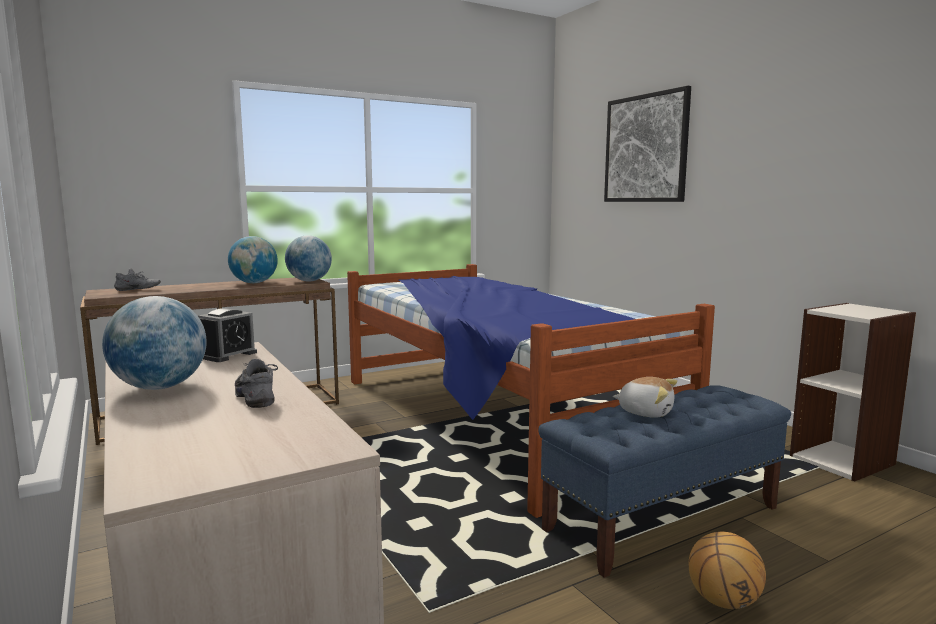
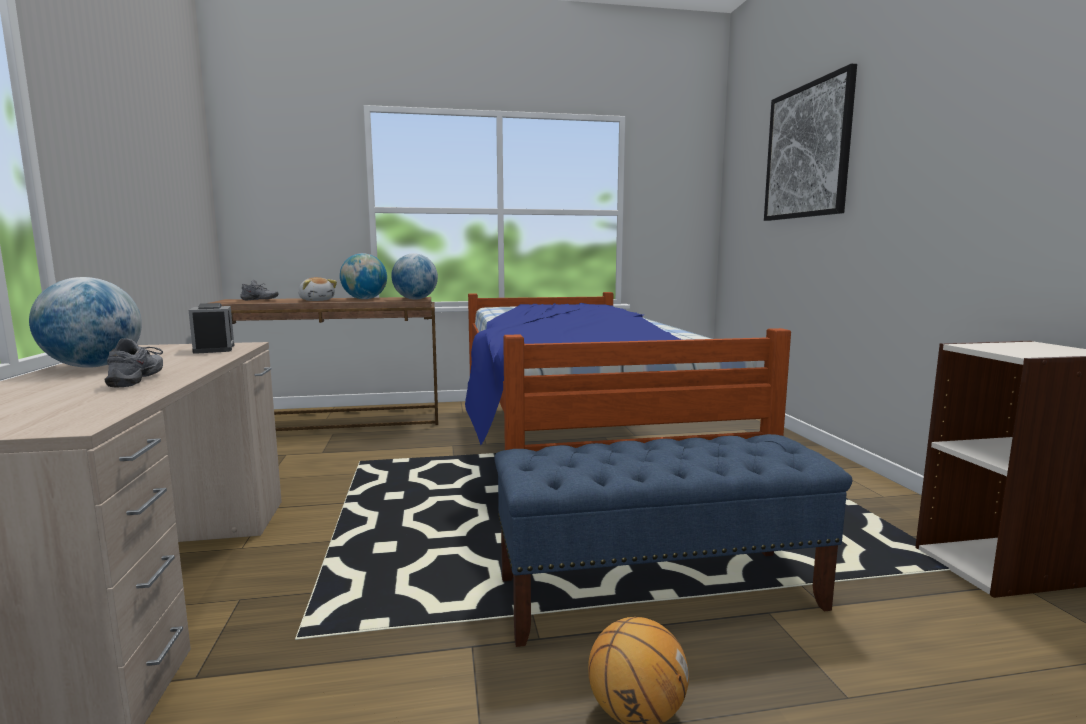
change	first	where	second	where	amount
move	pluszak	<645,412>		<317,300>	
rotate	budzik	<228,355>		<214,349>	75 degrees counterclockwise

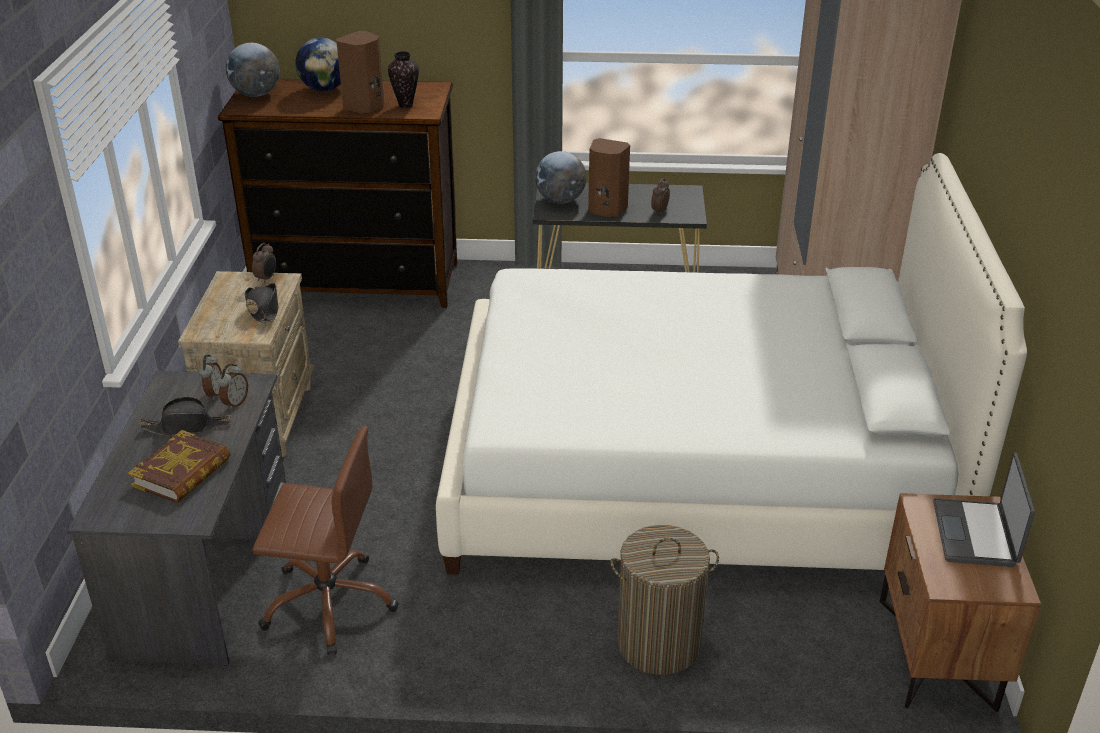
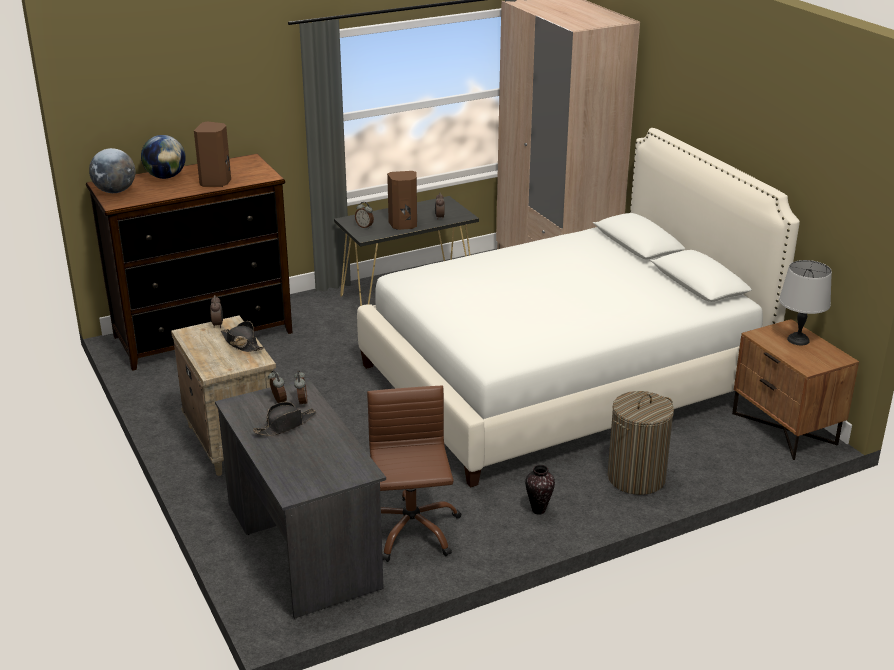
change	first	where	second	where	amount
delete	książka	<182,473>			
move	wazon	<406,105>		<539,510>	
replace	globus	<560,200>	budzik	<365,226>	
replace	laptop	<976,534>	lampa stołowa [szary]	<798,340>	
rotate	krzesło biurowe [brązowy]	<329,603>		<410,530>	75 degrees counterclockwise

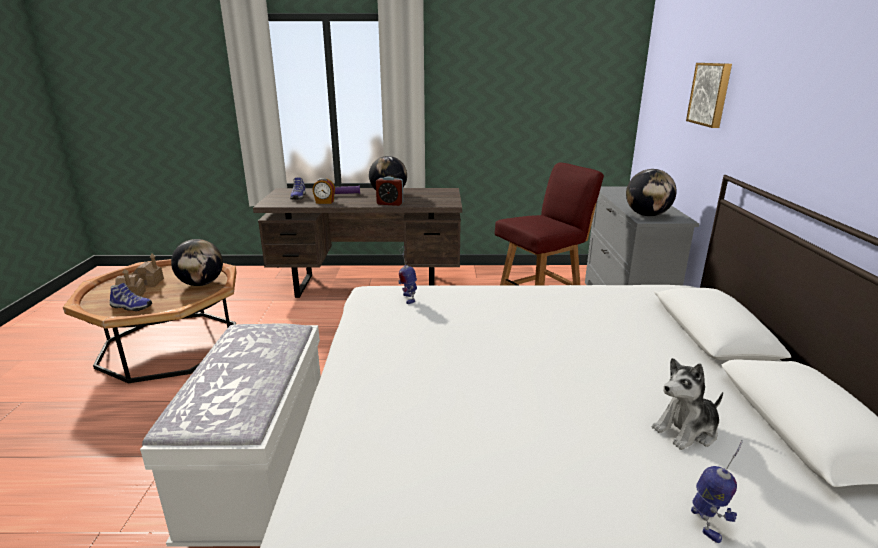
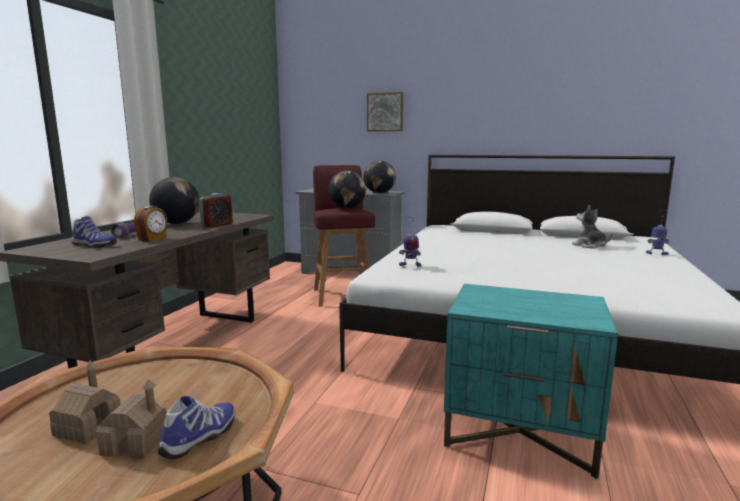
change	first	where	second	where	amount
move	globus	<201,284>		<347,208>	
replace	ławka [biały]	<262,472>	szafka nocna [turkusowy]	<520,434>	
rotate	pluszak	<686,431>		<590,246>	150 degrees clockwise

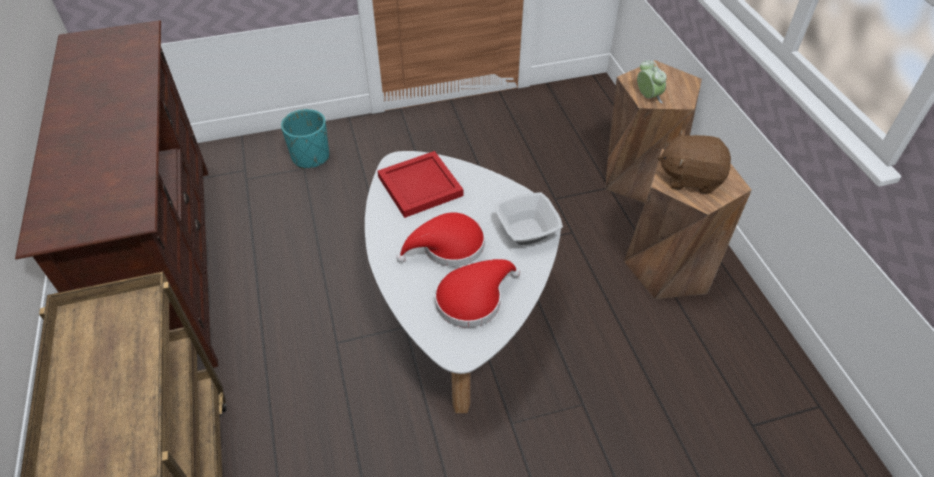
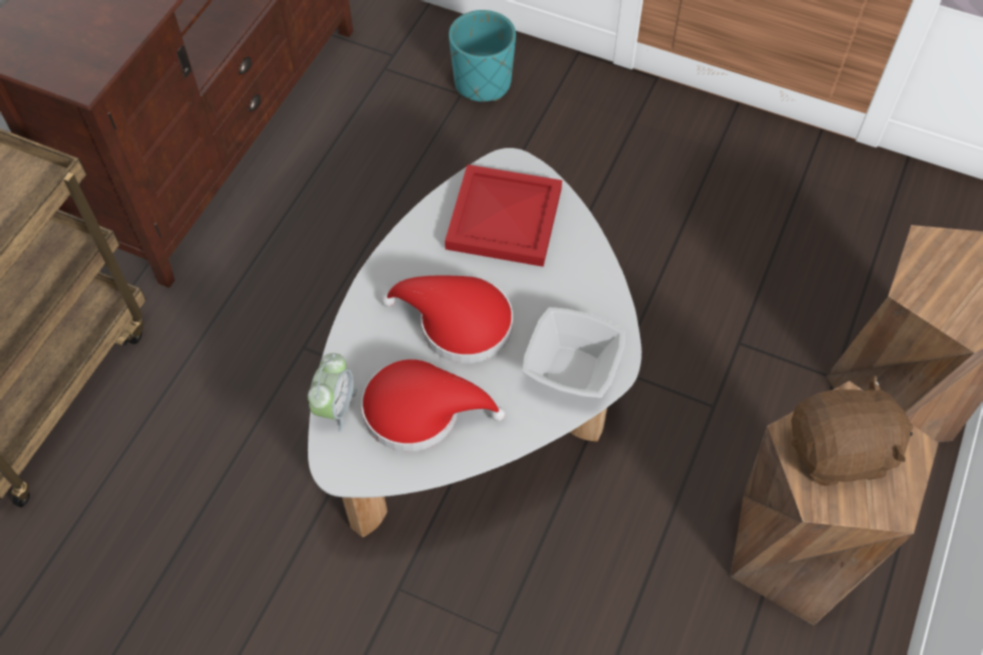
change	first	where	second	where	amount
move	budzik	<647,97>		<335,407>	
rotate	pluszak [brązowy]	<690,178>		<840,452>	120 degrees clockwise

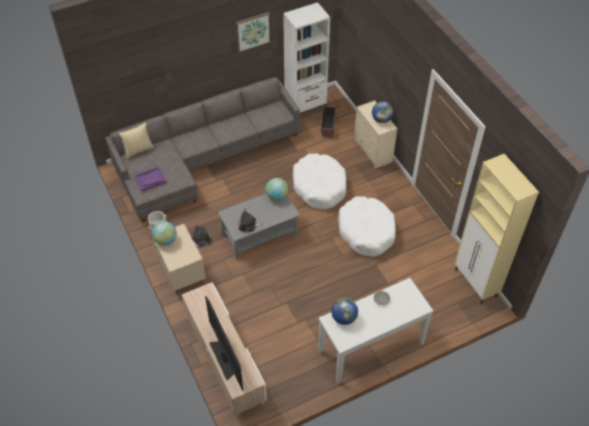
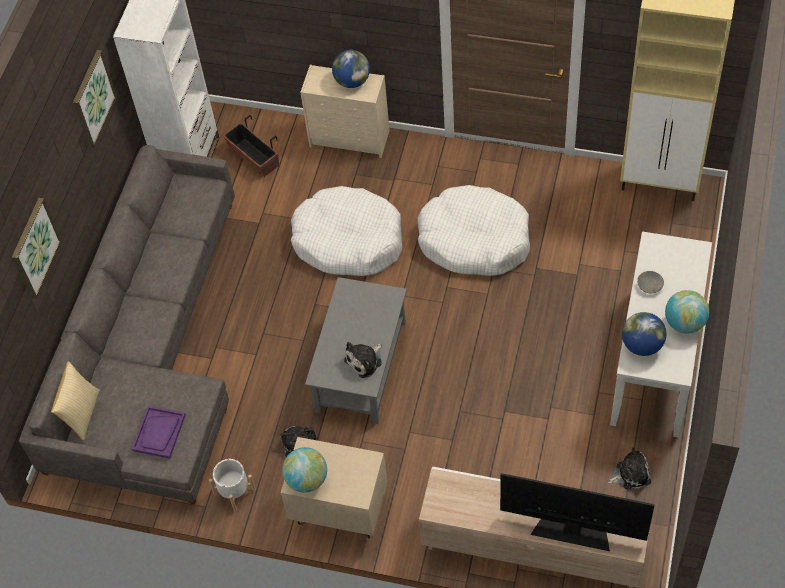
change	first	where	second	where	amount
insert			obraz	<34,248>	
insert			pluszak	<630,474>	
move	globus	<276,196>		<684,323>	

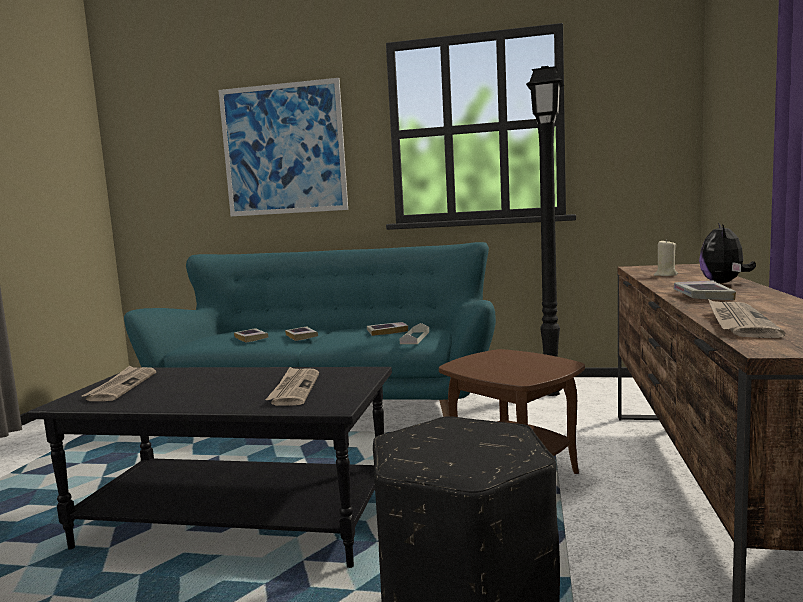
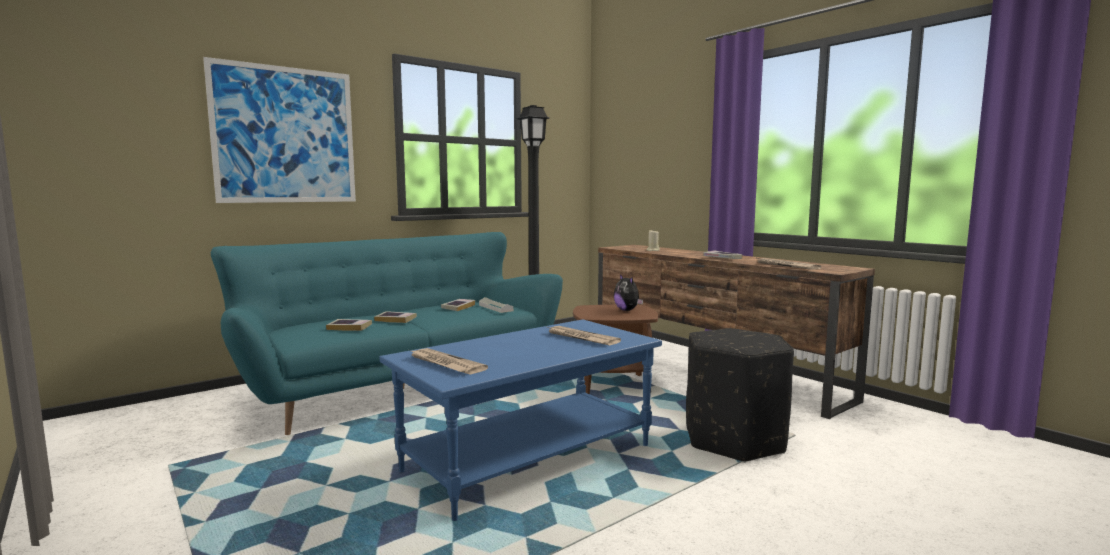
change	first	where	second	where	amount
move	pluszak	<724,283>		<627,310>	
recolor	ława [czarny]	<238,521>	ława [niebieski]	<529,457>	

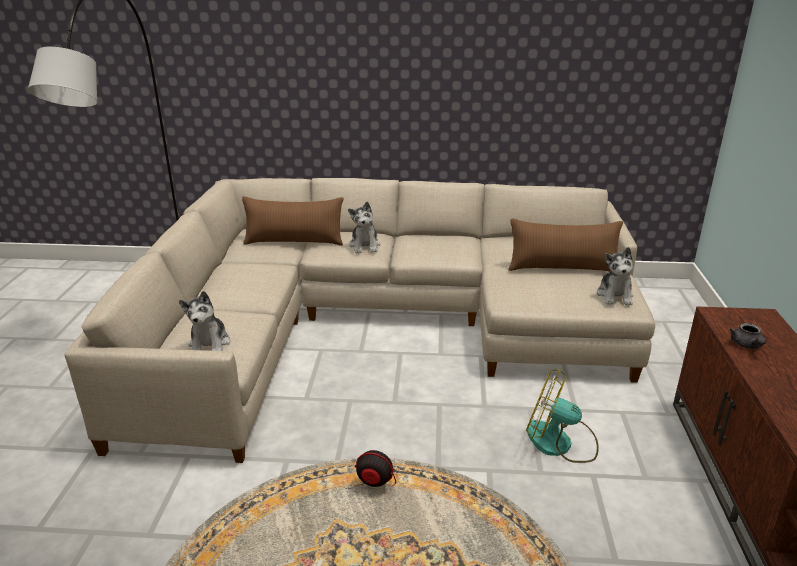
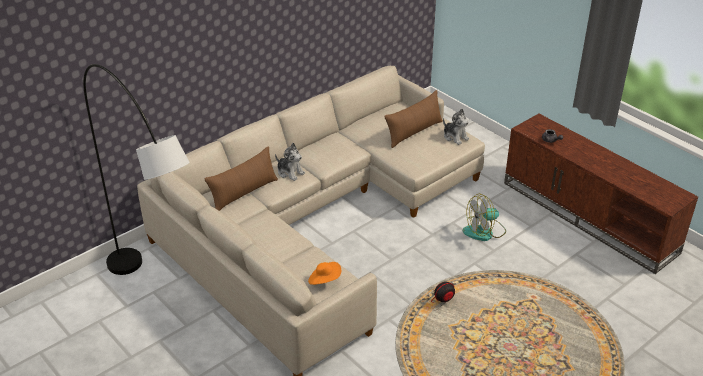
change	first	where	second	where	amount
replace	pluszak	<209,344>	kapelusz [pomarańczowy]	<324,280>	

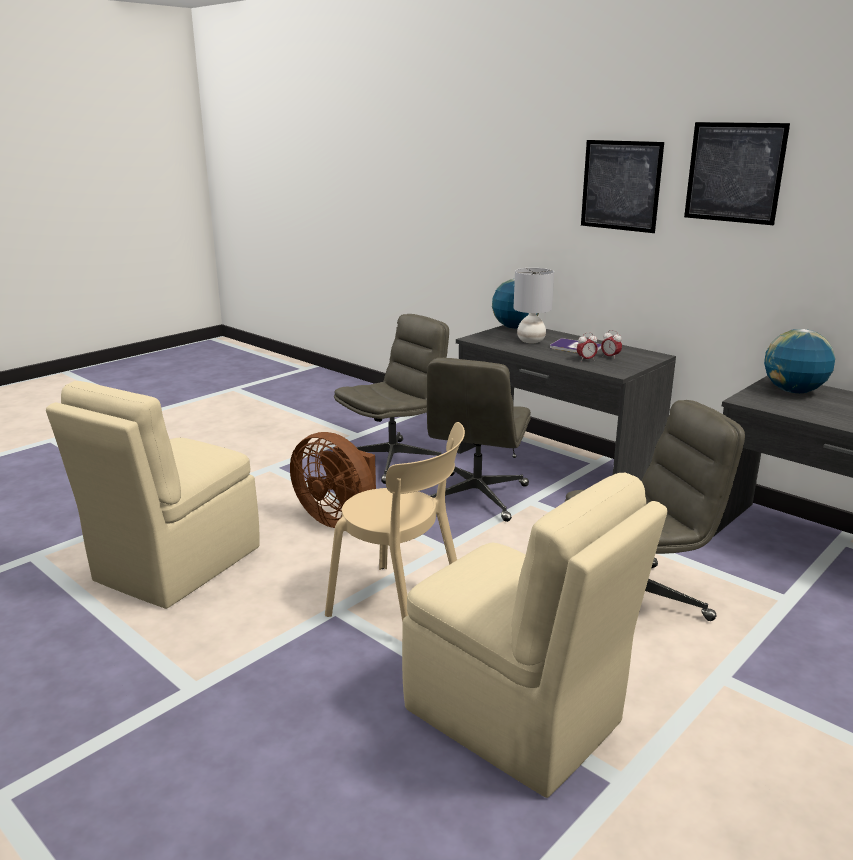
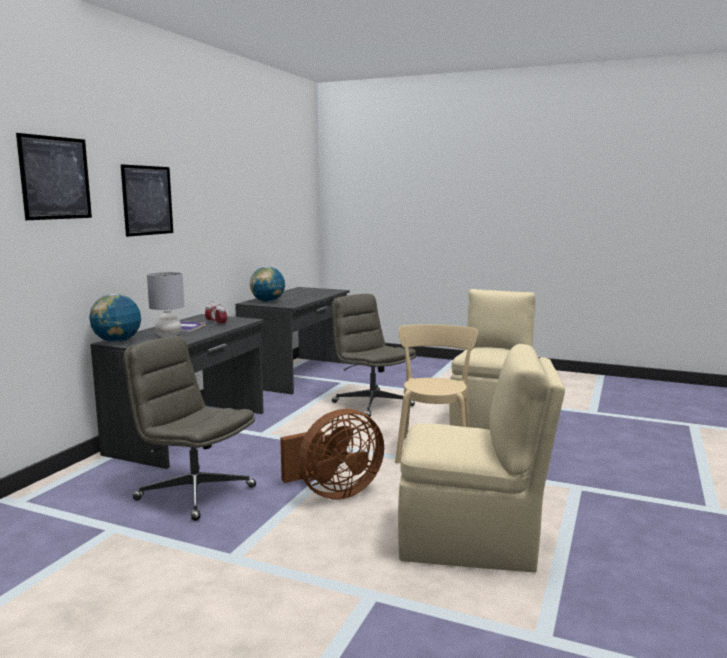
change	first	where	second	where	amount
delete	krzesło biurowe [szary]	<476,497>			
move	obraz	<734,172>		<55,178>	
rotate	wentylator [brązowy]	<339,518>		<334,492>	45 degrees clockwise

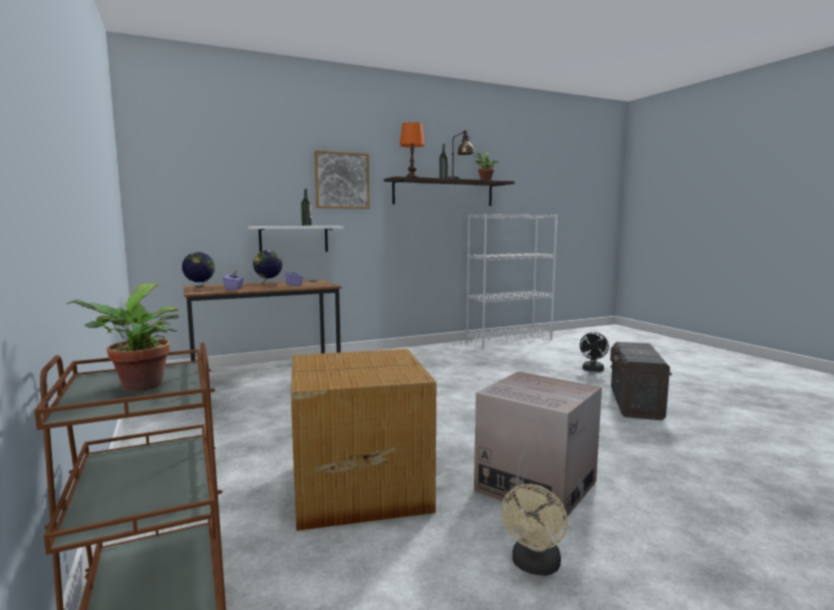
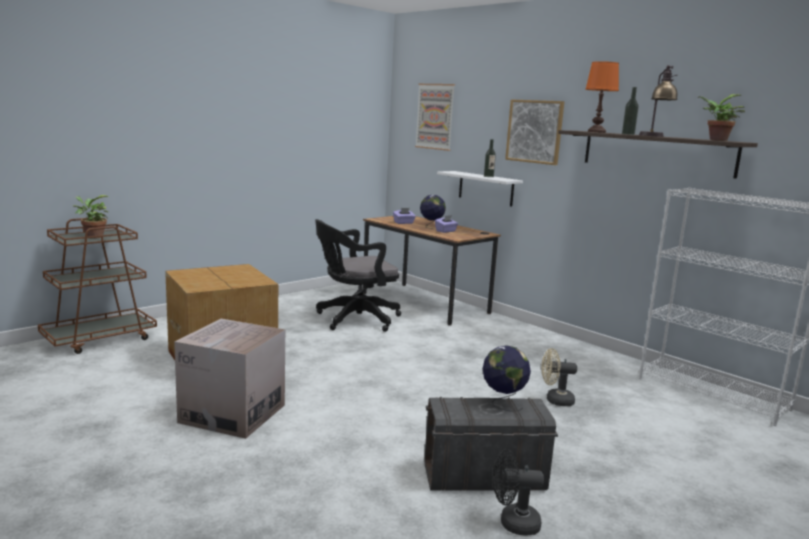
change	first	where	second	where	amount
insert			krzesło biurowe [czarny]	<354,319>	
insert			obraz	<435,116>	
move	globus	<200,290>		<503,403>	
move	wentylator [beżowy]	<534,566>		<555,400>	
move	wentylator [czarny]	<593,370>		<513,523>	

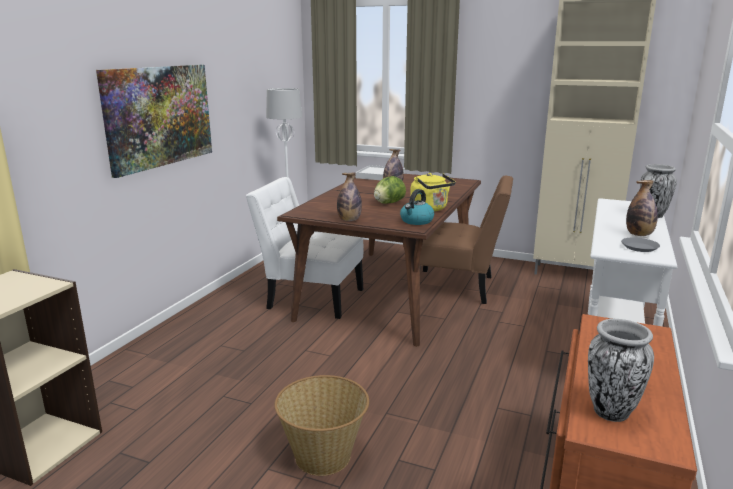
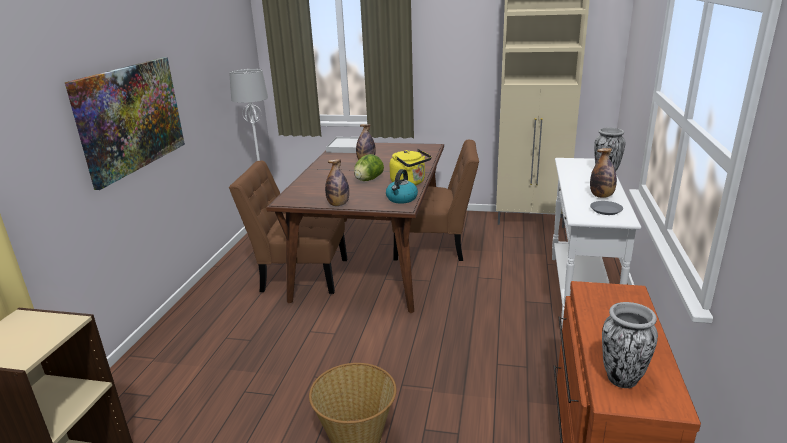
change	first	where	second	where	amount
recolor	krzesło [biały]	<310,298>	krzesło [brązowy]	<299,274>	

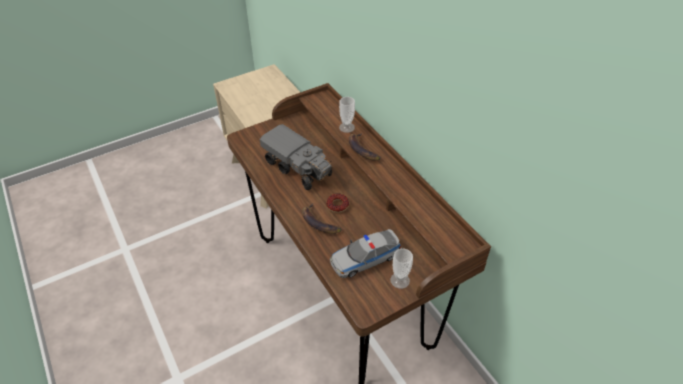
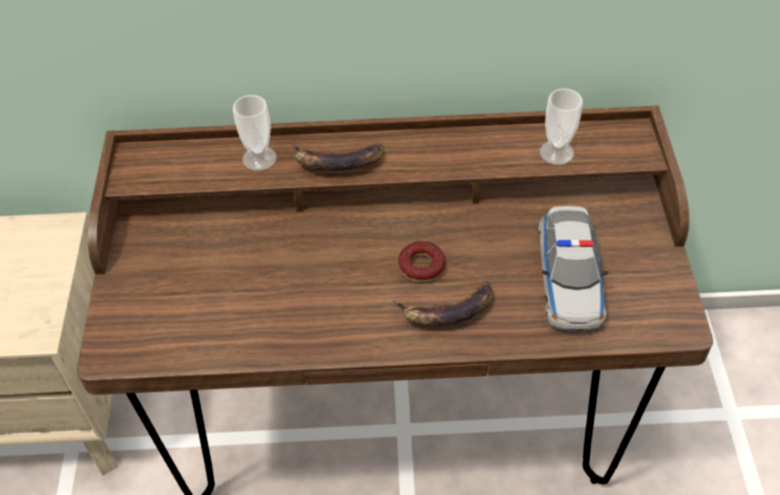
change	first	where	second	where	amount
delete	ciężarówka zabawkowa	<299,168>			
move	filiżanka	<400,280>		<556,152>	

